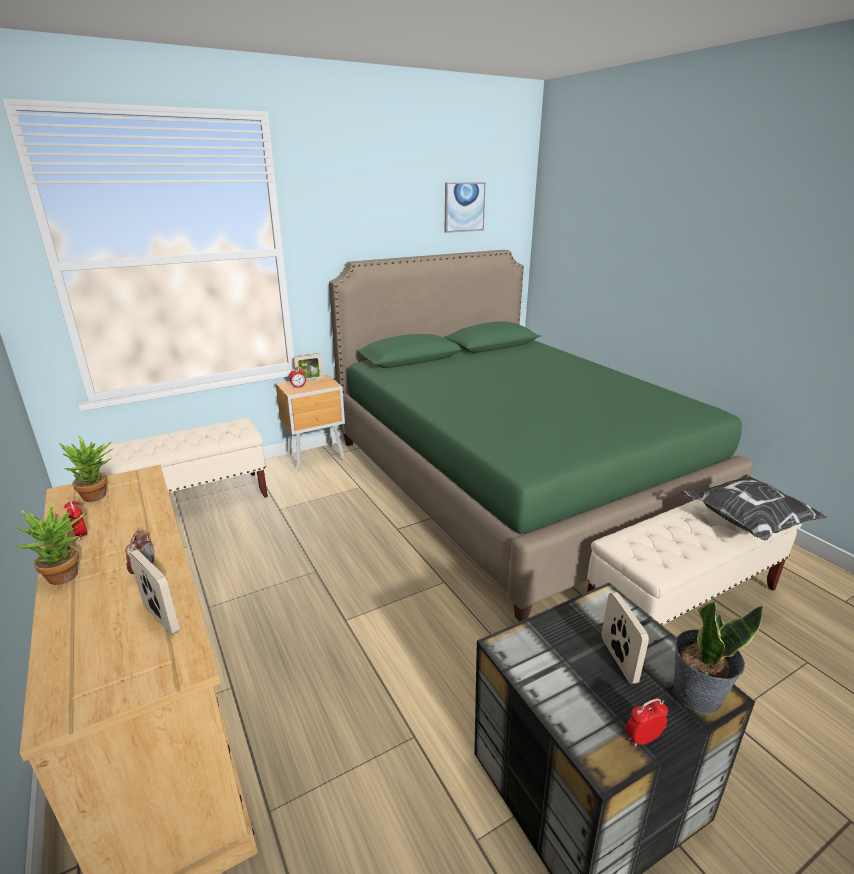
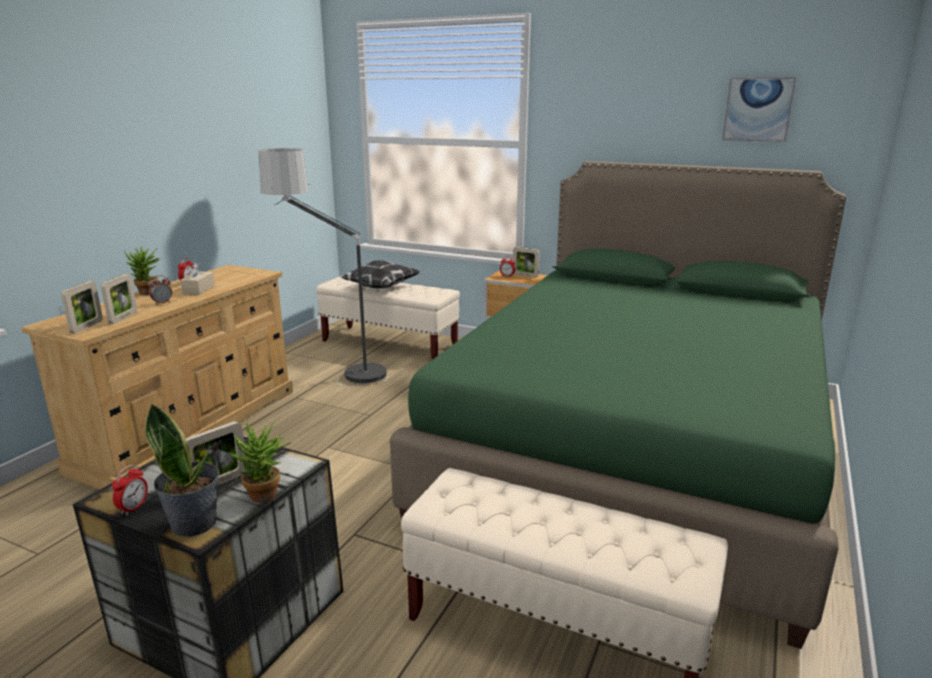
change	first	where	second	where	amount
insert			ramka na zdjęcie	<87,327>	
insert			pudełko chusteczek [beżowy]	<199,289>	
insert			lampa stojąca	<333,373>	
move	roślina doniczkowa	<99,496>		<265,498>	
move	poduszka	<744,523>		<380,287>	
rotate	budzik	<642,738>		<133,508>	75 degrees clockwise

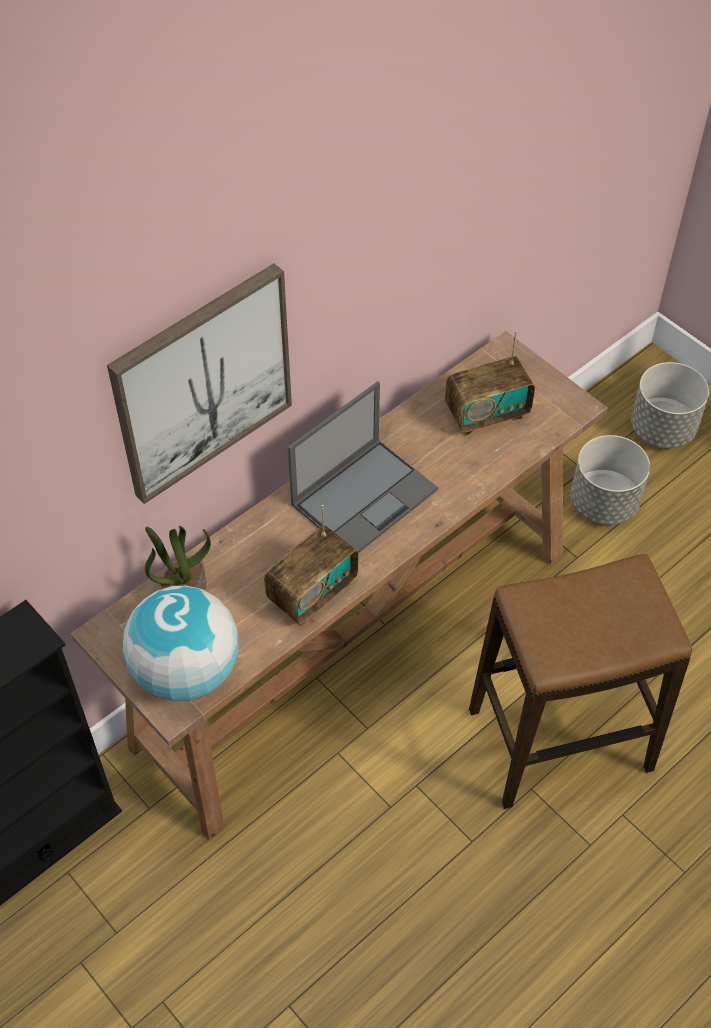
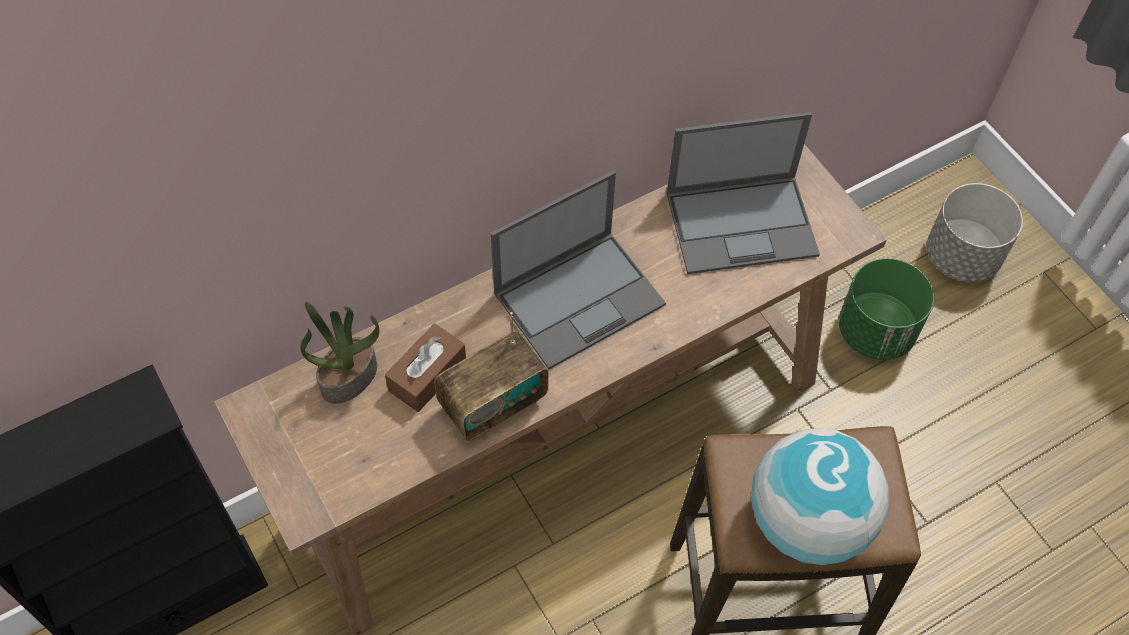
change	first	where	second	where	amount
delete	obraz	<202,382>			
insert			pudełko chusteczek [brązowy]	<427,375>	
move	globus	<187,672>		<807,522>	
replace	radio	<486,414>	laptop	<743,223>	
recolor	donica [szary]	<604,502>	donica [zielony]	<875,331>	

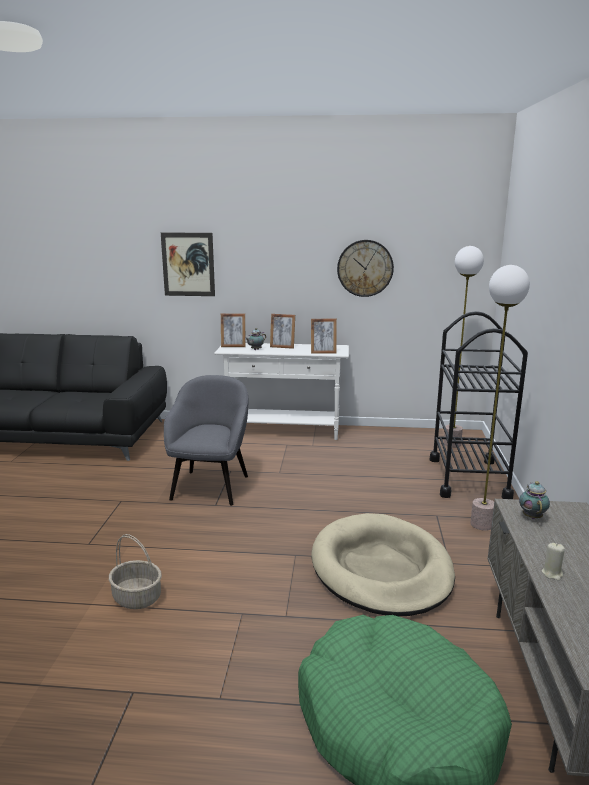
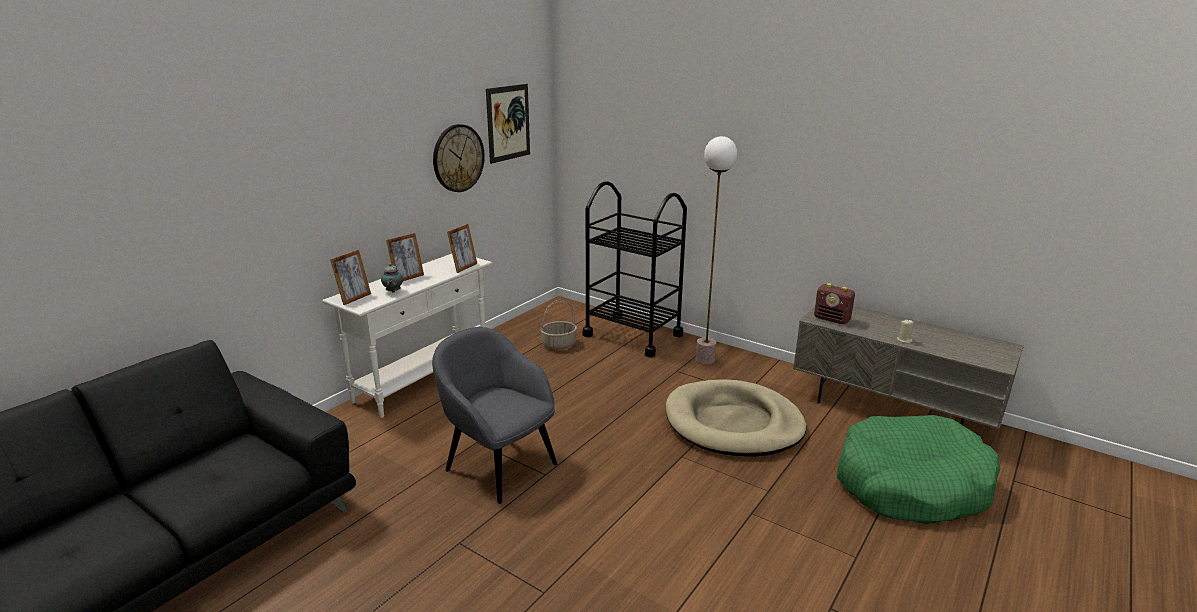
change	first	where	second	where	amount
delete	lampa stojąca	<452,444>			
move	koszyk	<138,597>		<559,344>	
move	obraz	<188,264>		<508,123>	
replace	imbryk	<532,516>	radio	<832,319>	

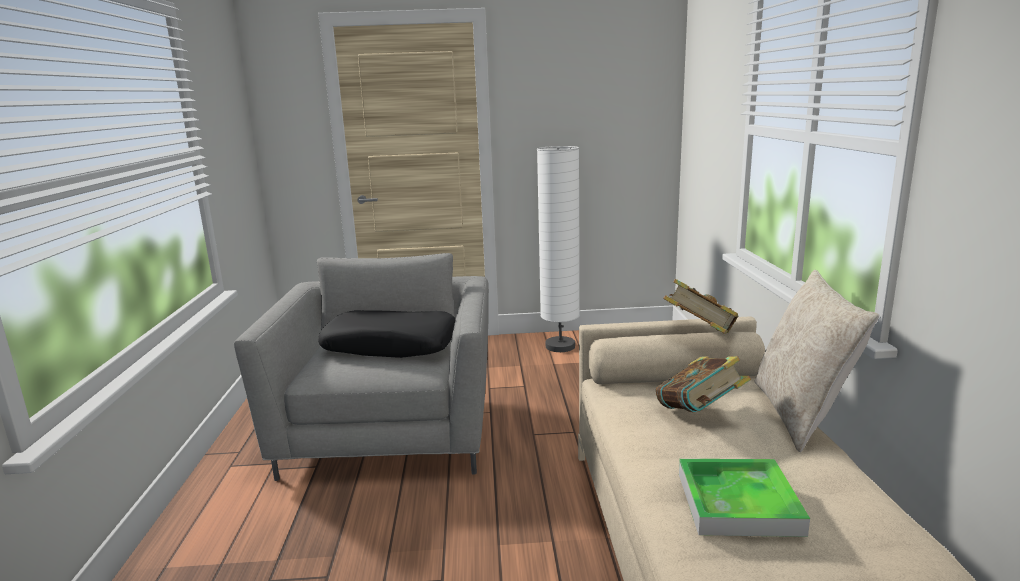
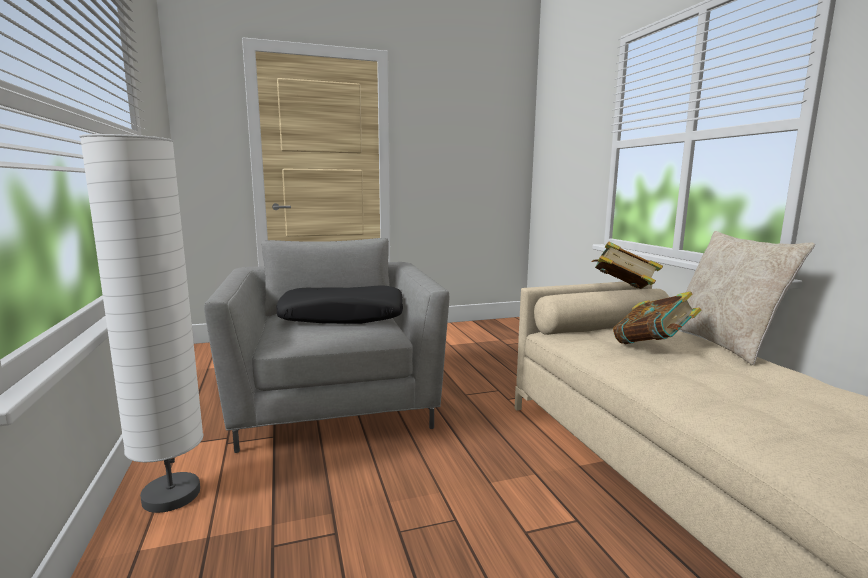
change	first	where	second	where	amount
delete	taca	<738,503>			
move	lampa stojąca [biały]	<560,346>		<171,495>	

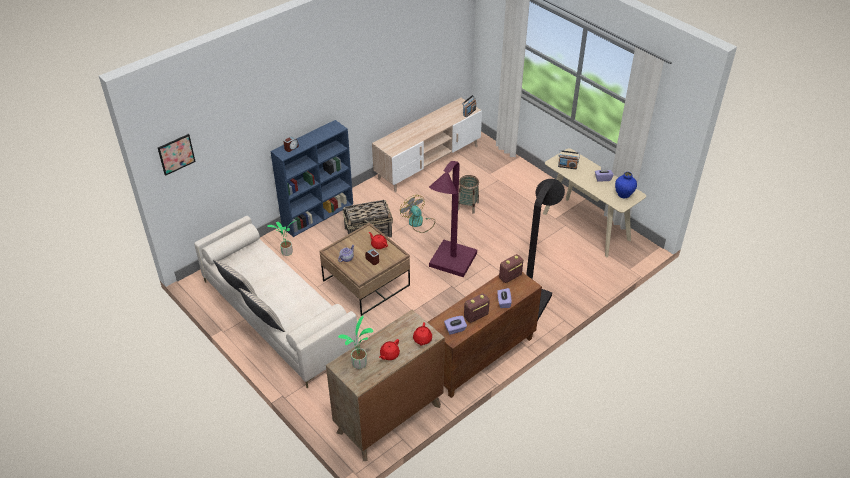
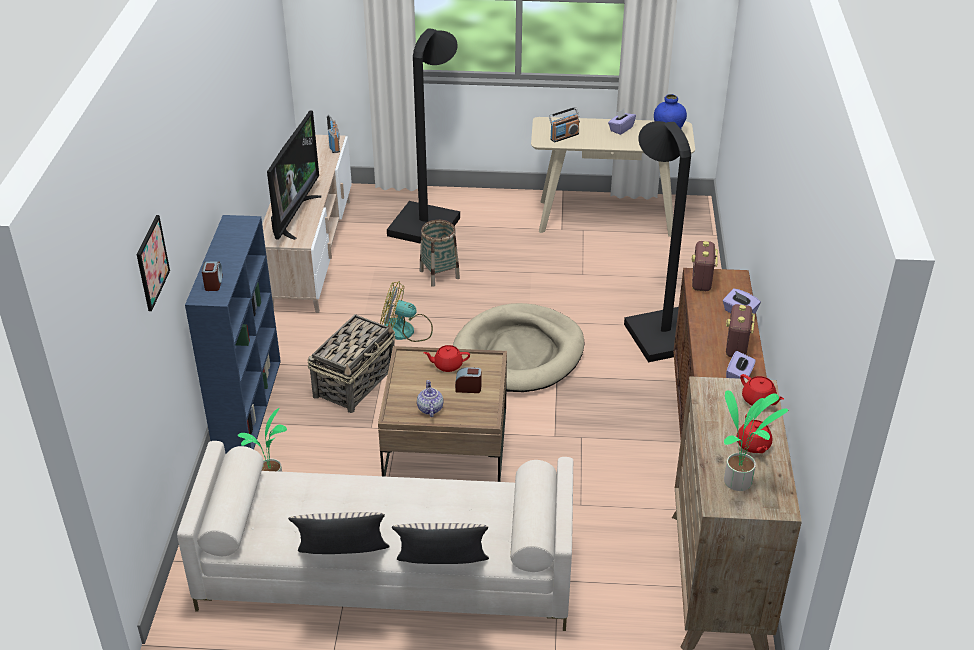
change	first	where	second	where	amount
insert			telewizor	<294,215>	
insert			lampa stojąca [czarny]	<428,221>	
move	obraz	<176,154>		<152,262>	
replace	lampa stojąca [fioletowy]	<450,264>	legowisko [beżowy]	<519,353>	

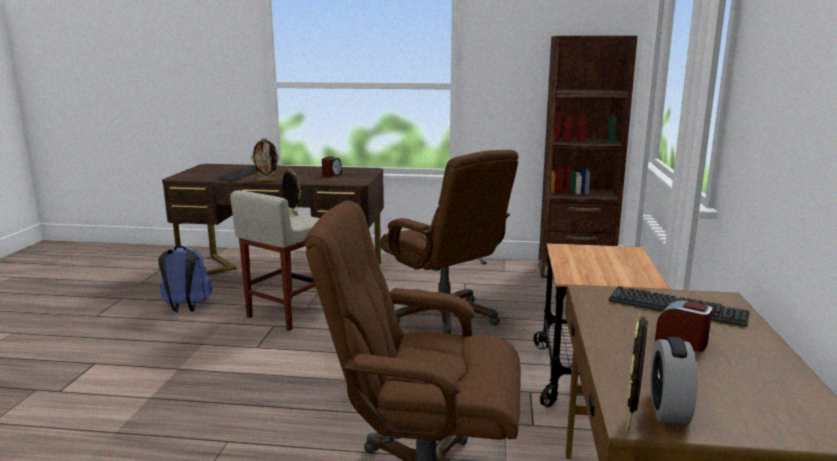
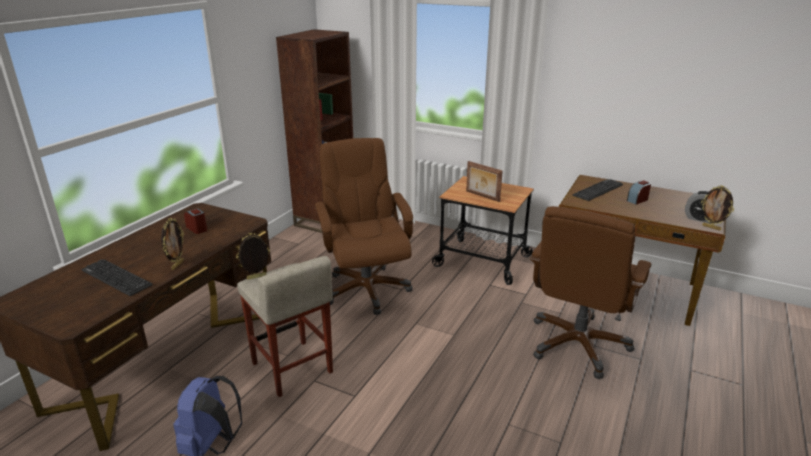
change	first	where	second	where	amount
insert			ramka na zdjęcie	<482,196>	
rotate	krzesło biurowe [brązowy]	<445,318>		<366,289>	90 degrees counterclockwise

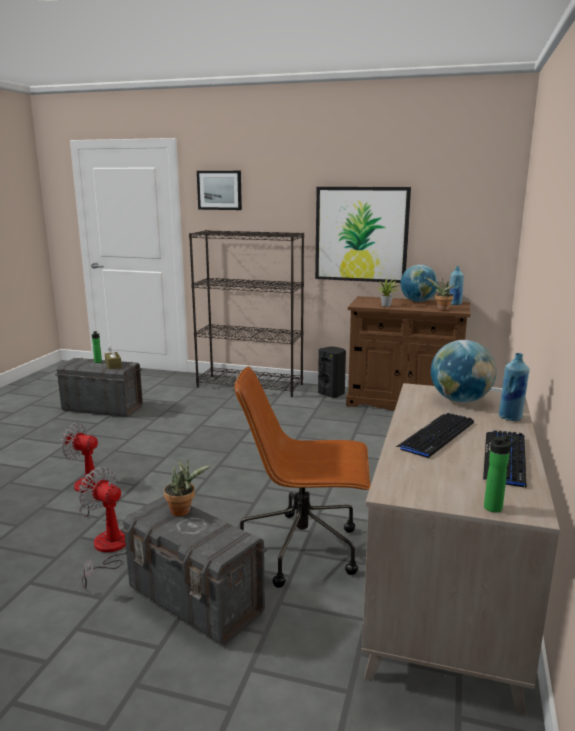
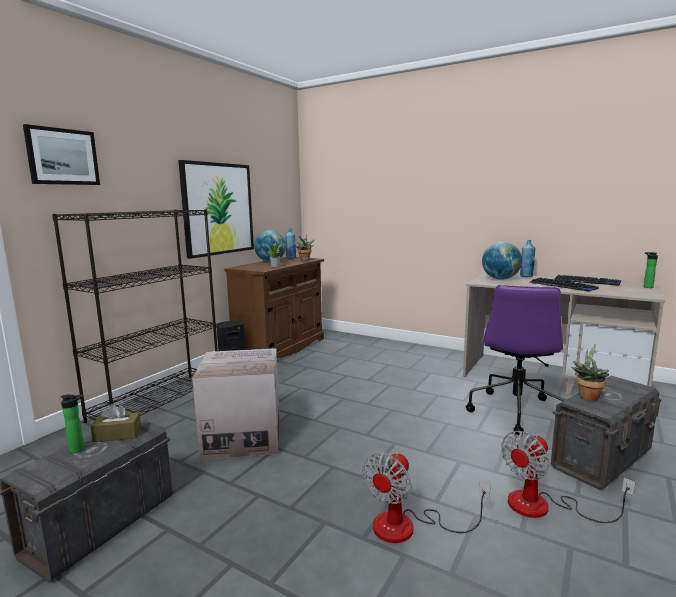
change	first	where	second	where	amount
insert			karton	<243,437>	
recolor	krzesło biurowe [brązowy]	<304,548>	krzesło biurowe [fioletowy]	<515,411>	

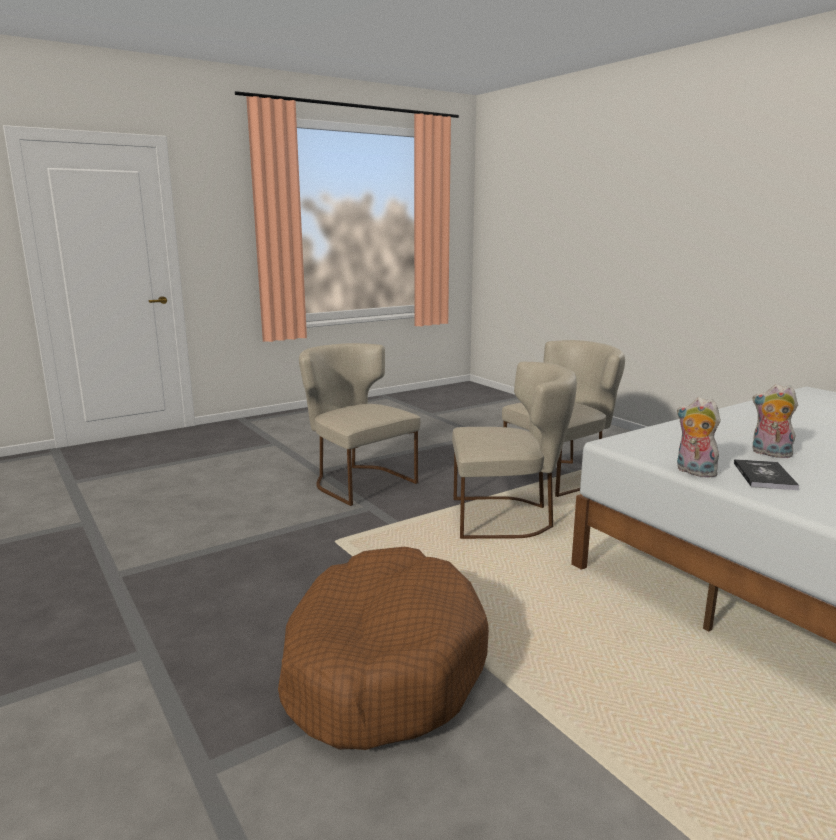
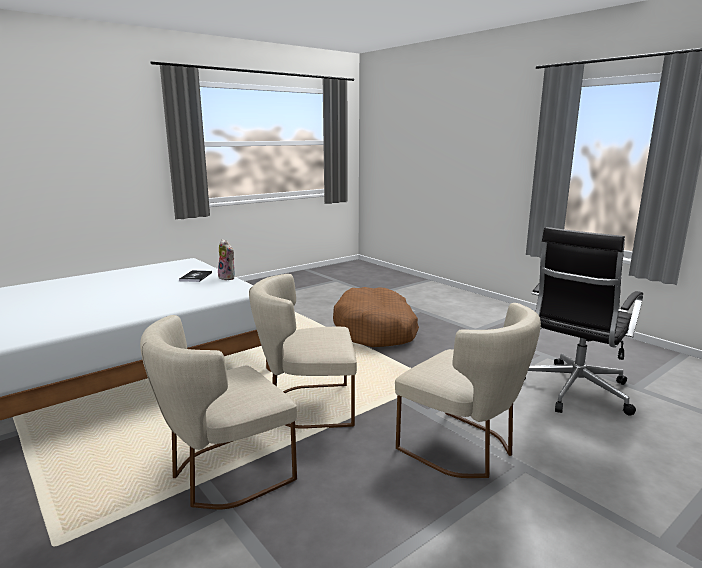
change	first	where	second	where	amount
delete	pluszak	<769,454>			
insert			krzesło biurowe [czarny]	<574,391>	

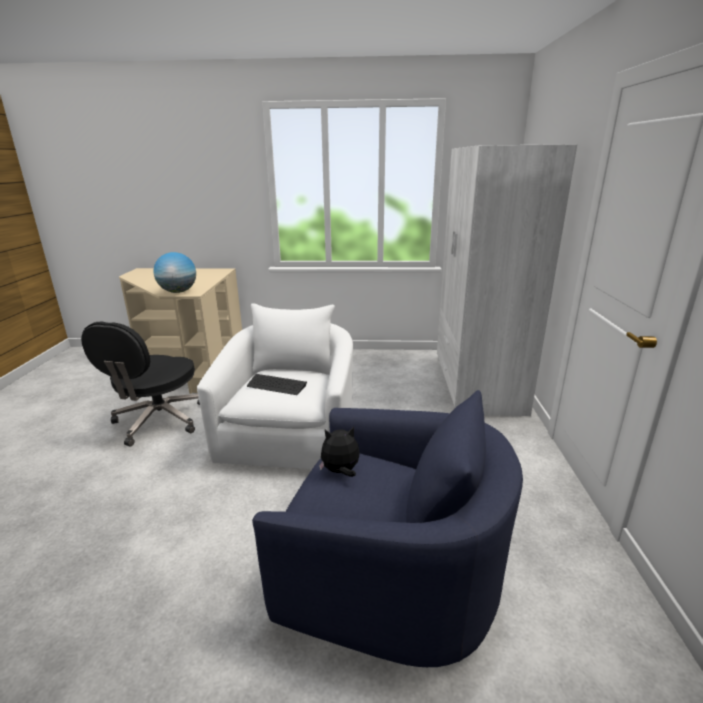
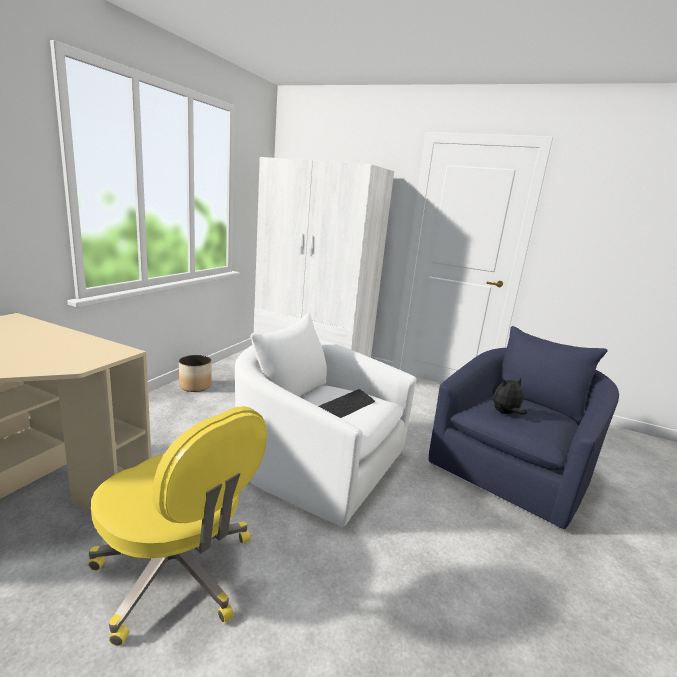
change	first	where	second	where	amount
delete	globus	<178,292>			
insert			donica	<195,386>	
recolor	krzesło biurowe [czarny]	<159,421>	krzesło biurowe [żółty]	<177,573>	
rotate	pluszak	<340,472>		<505,413>	60 degrees clockwise

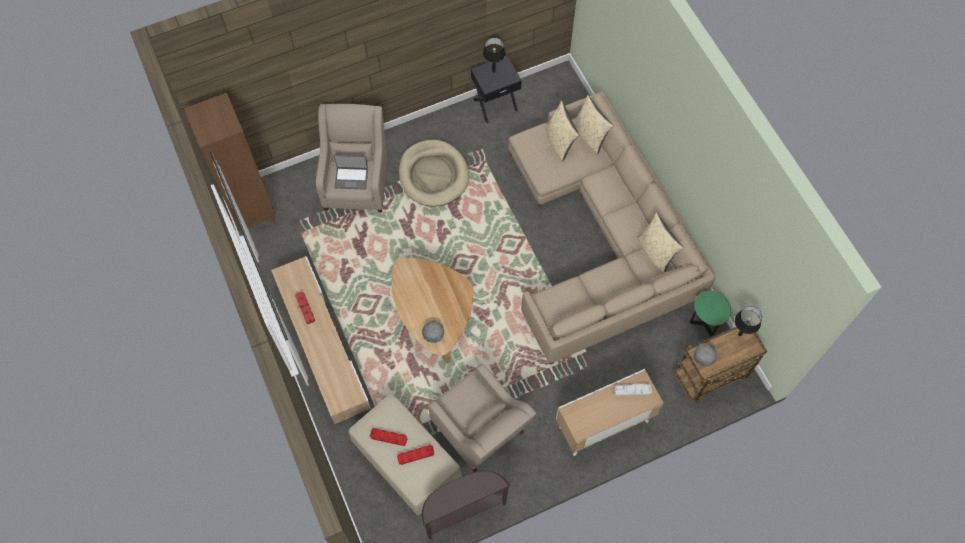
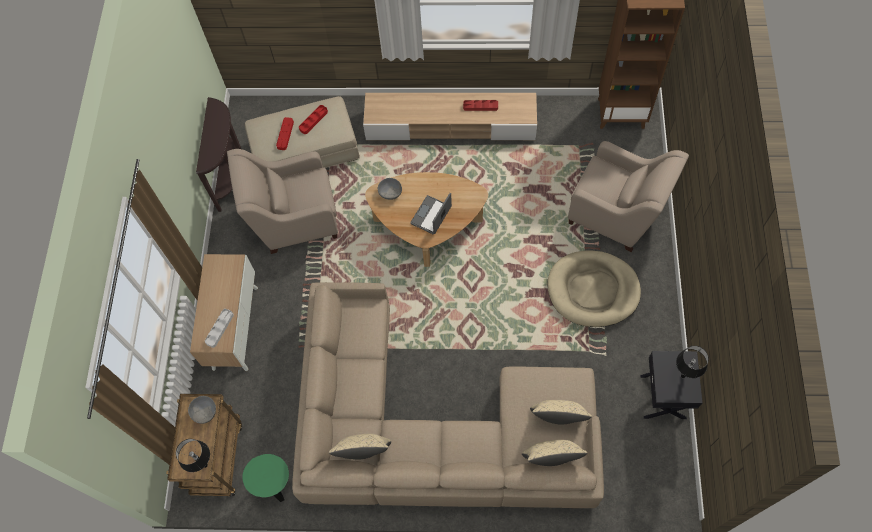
change	first	where	second	where	amount
move	laptop	<351,178>		<431,216>	

